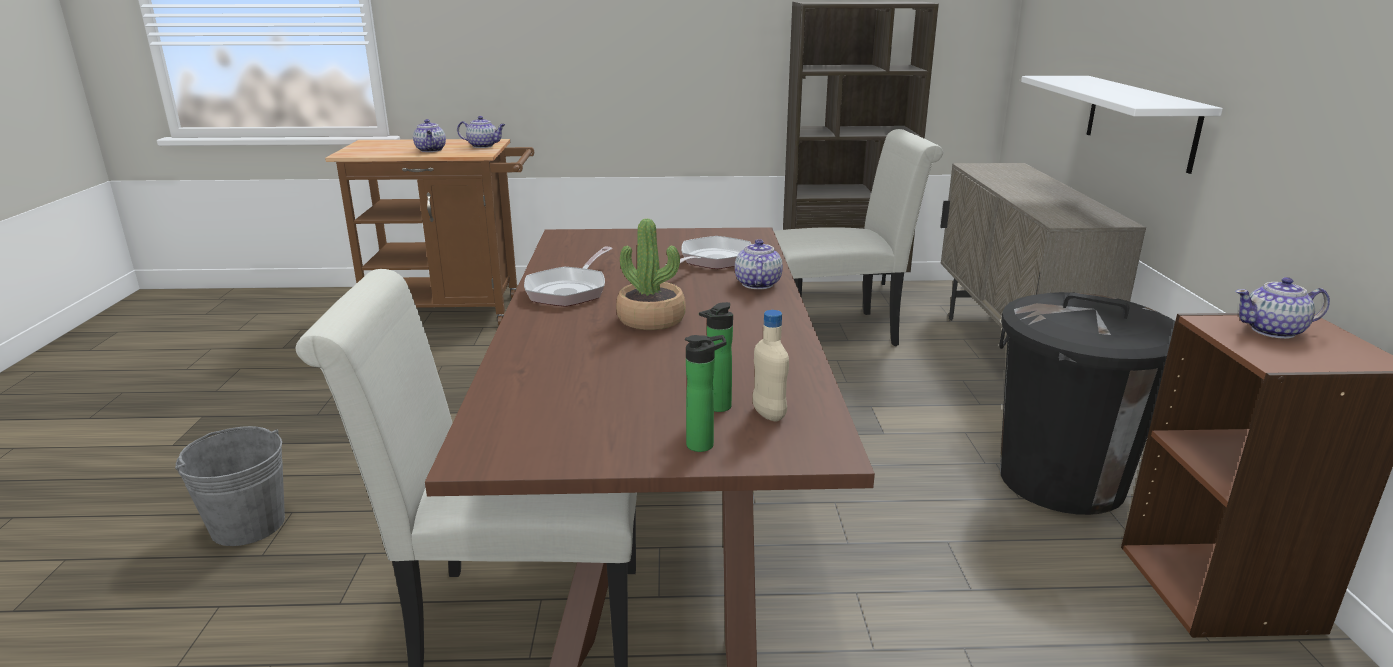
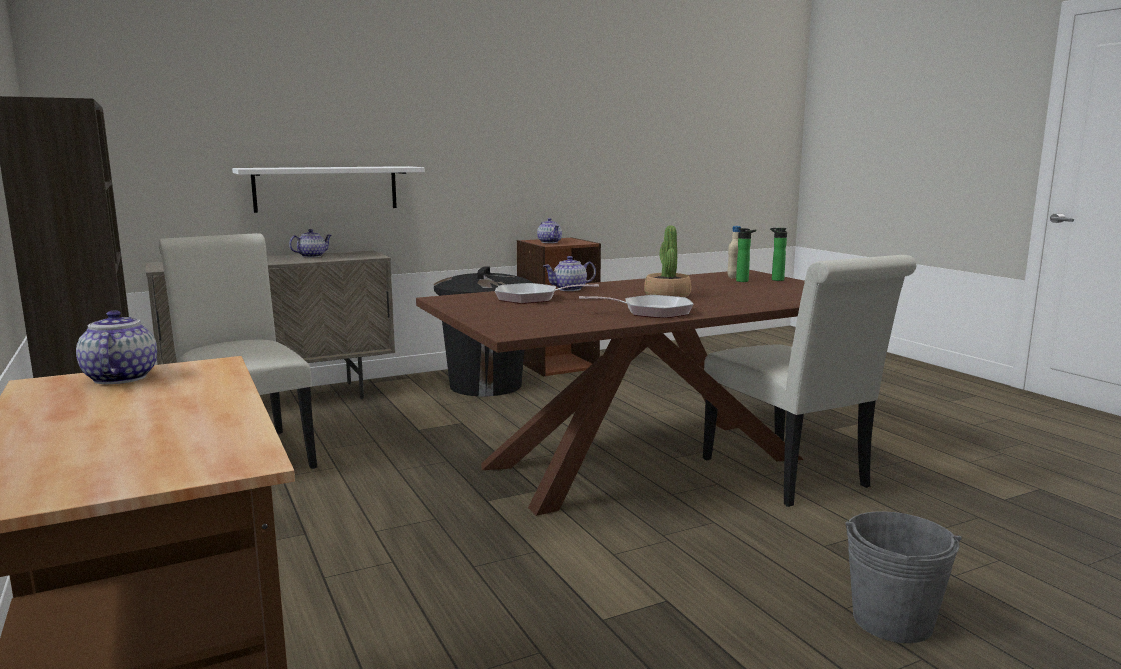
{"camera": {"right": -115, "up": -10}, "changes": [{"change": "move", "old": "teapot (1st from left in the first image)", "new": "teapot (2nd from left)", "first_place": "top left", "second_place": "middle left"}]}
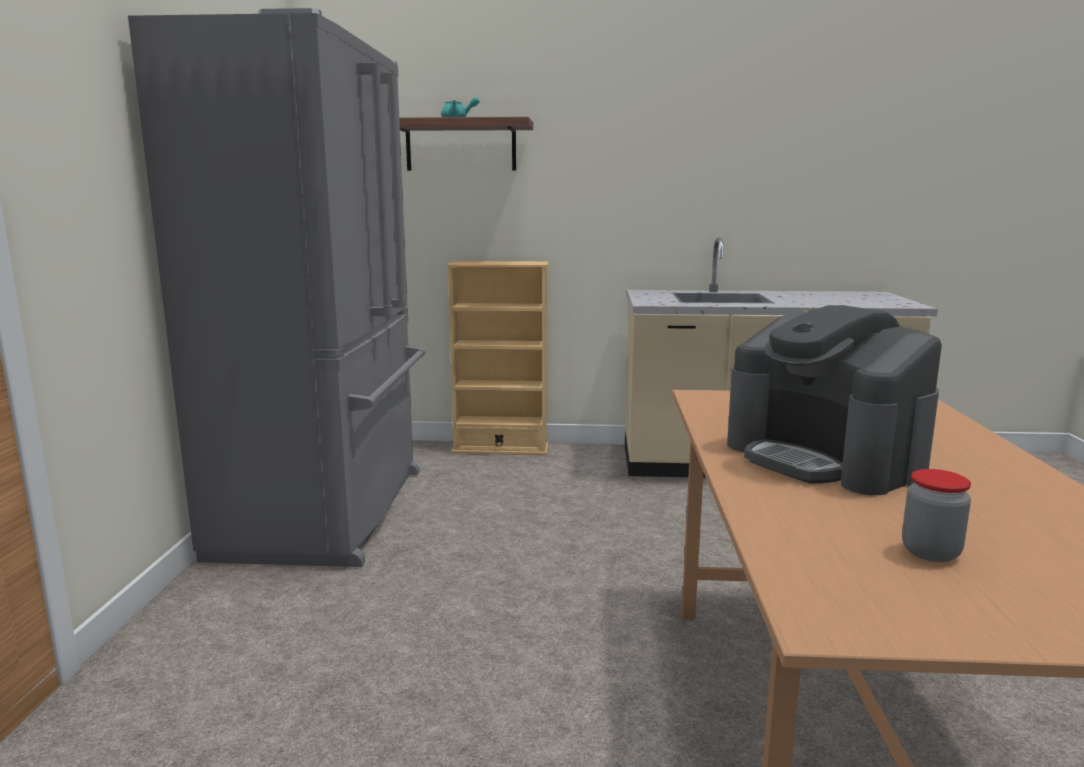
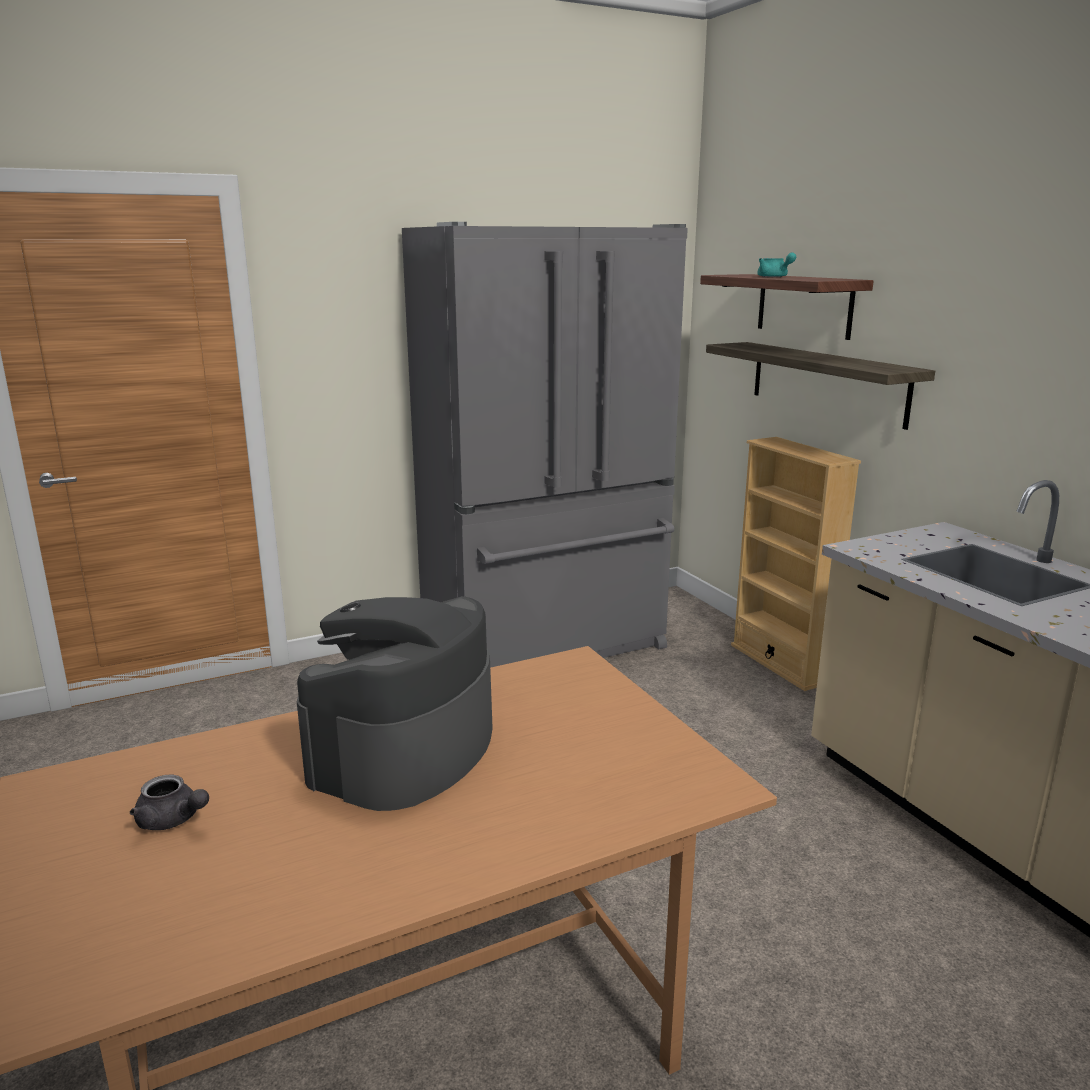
{"camera": {"right": 60, "up": 5}, "changes": [{"change": "insert", "new": "shelf (2nd from left)", "second_place": "middle right"}, {"change": "replace", "old": "jar", "new": "teapot (grey)", "first_place": "bottom right", "second_place": "bottom left"}]}
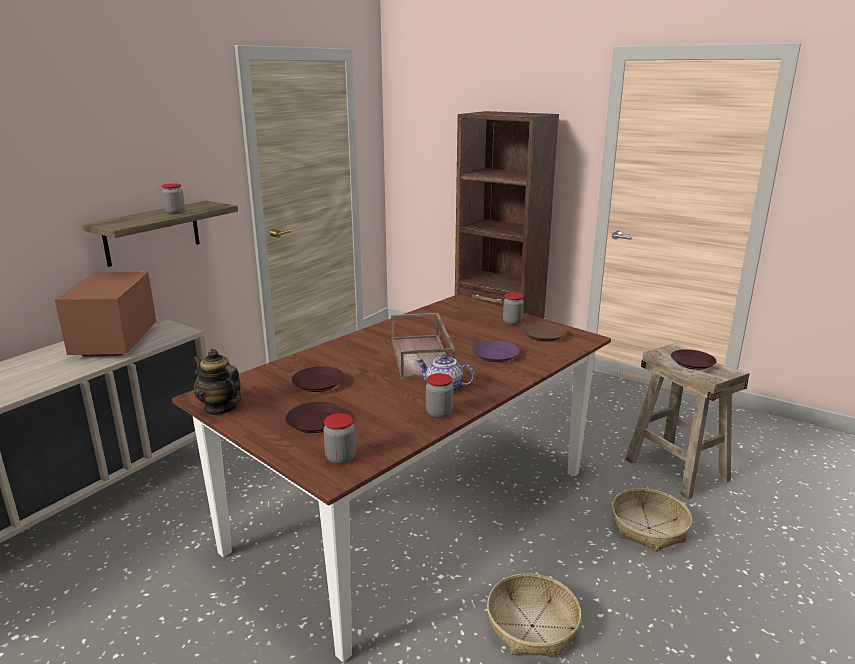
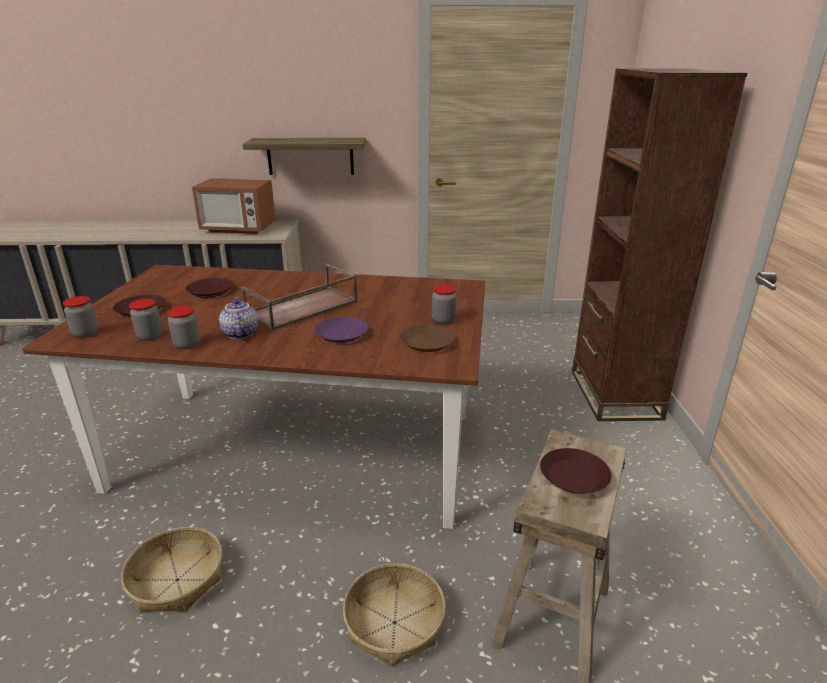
{"camera": {"right": 55, "up": 5}, "changes": [{"change": "delete", "old": "teapot (1st from left)", "first_place": "middle left"}, {"change": "move", "old": "jar (1st from left in the first image)", "new": "jar (2nd from left)", "first_place": "top left", "second_place": "middle left"}, {"change": "rotate", "old": "microwave", "first_place": "middle left", "second_place": "top left", "degrees": -135}]}
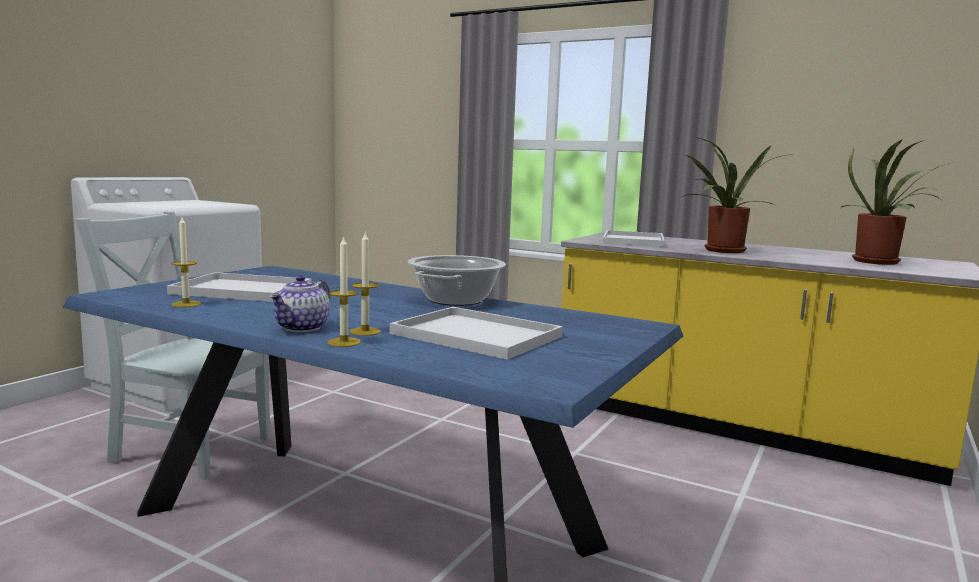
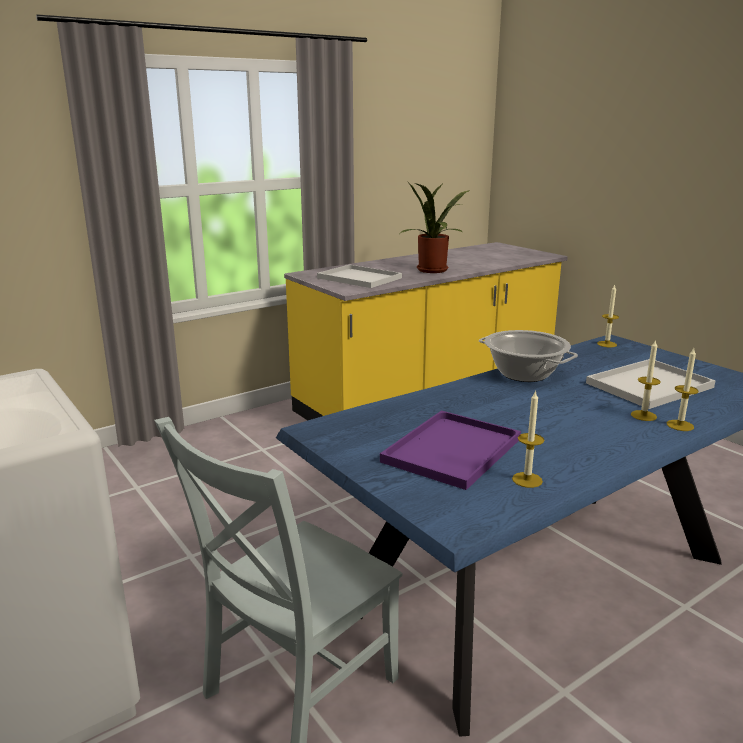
{"camera": {"right": -65, "up": 10}, "changes": [{"change": "delete", "old": "teapot", "first_place": "middle left"}, {"change": "delete", "old": "potted plant (2nd from left)", "first_place": "middle right"}, {"change": "insert", "new": "candle (2nd from left)", "second_place": "middle right"}, {"change": "recolor", "old": "tray (white) (1st from left)", "new": "tray (purple)", "first_place": "middle left", "second_place": "centre"}]}
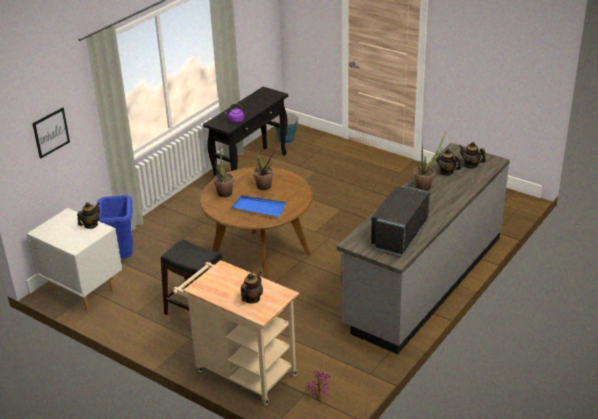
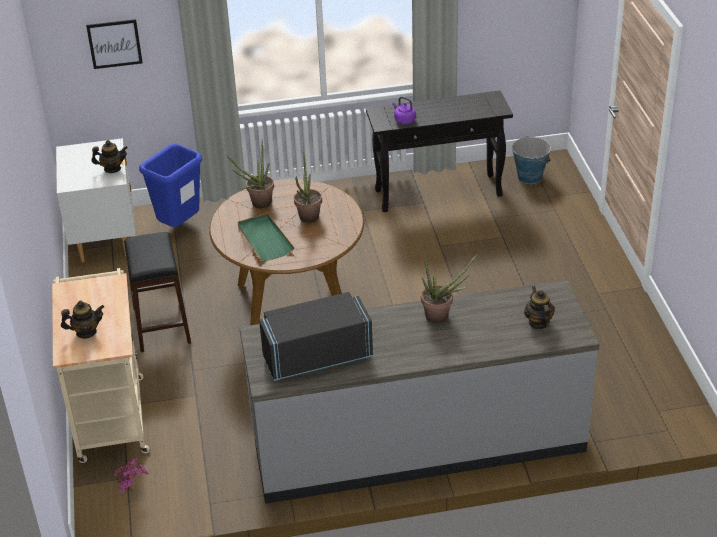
{"camera": {"right": 45, "up": 5}, "changes": [{"change": "delete", "old": "teapot (3rd from left)", "first_place": "middle right"}, {"change": "recolor", "old": "tray (blue)", "new": "tray (green)", "first_place": "centre", "second_place": "centre"}]}
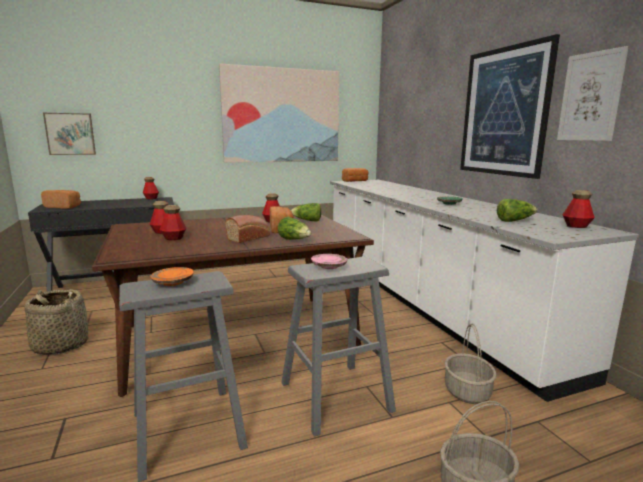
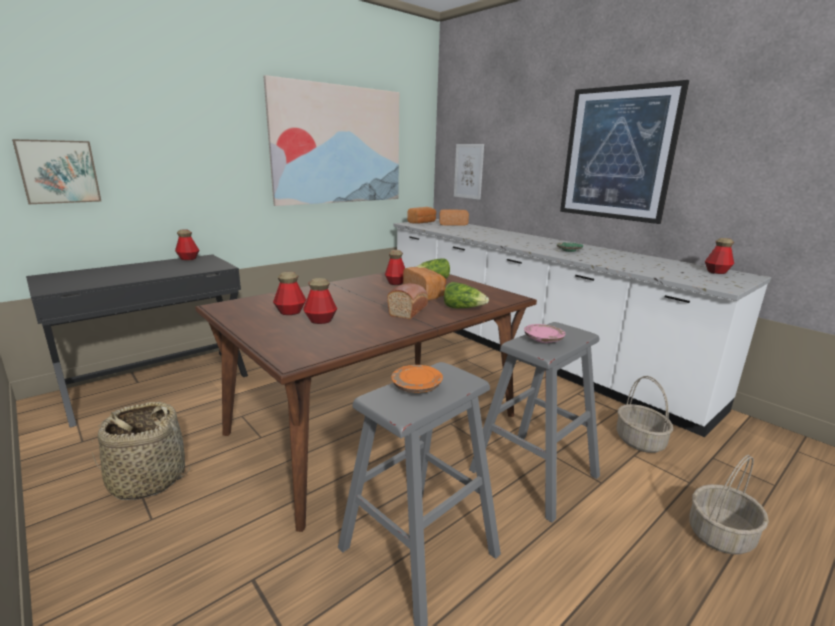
{"camera": {"right": -20, "up": 5}, "changes": [{"change": "delete", "old": "lettuce (3rd from left)", "first_place": "middle right"}, {"change": "move", "old": "bread (1st from left in the first image)", "new": "bread (4th from left)", "first_place": "middle left", "second_place": "centre"}, {"change": "move", "old": "picture (4th from left in the first image)", "new": "picture (3rd from left)", "first_place": "top right", "second_place": "top centre"}]}
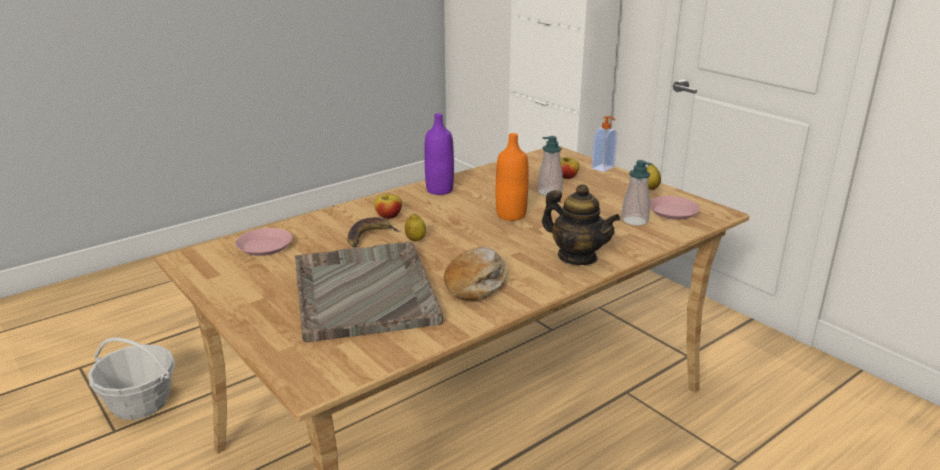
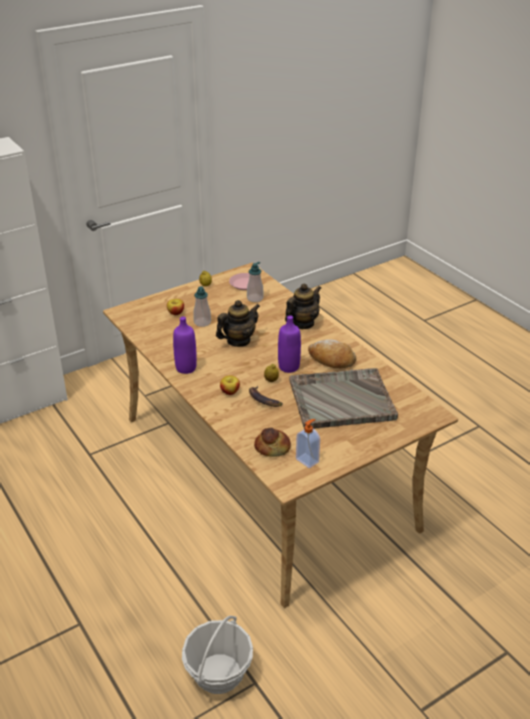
{"camera": {"right": -85, "up": 10}, "changes": [{"change": "insert", "new": "bottle (purple) (2nd from left)", "second_place": "centre"}, {"change": "move", "old": "soap dispenser (2nd from left in the first image)", "new": "soap dispenser (3rd from left)", "first_place": "top centre", "second_place": "centre"}, {"change": "replace", "old": "plate (pink) (1st from left)", "new": "bread (1st from left)", "first_place": "middle left", "second_place": "centre"}, {"change": "replace", "old": "bottle (orange)", "new": "teapot (1st from left)", "first_place": "centre", "second_place": "centre"}]}
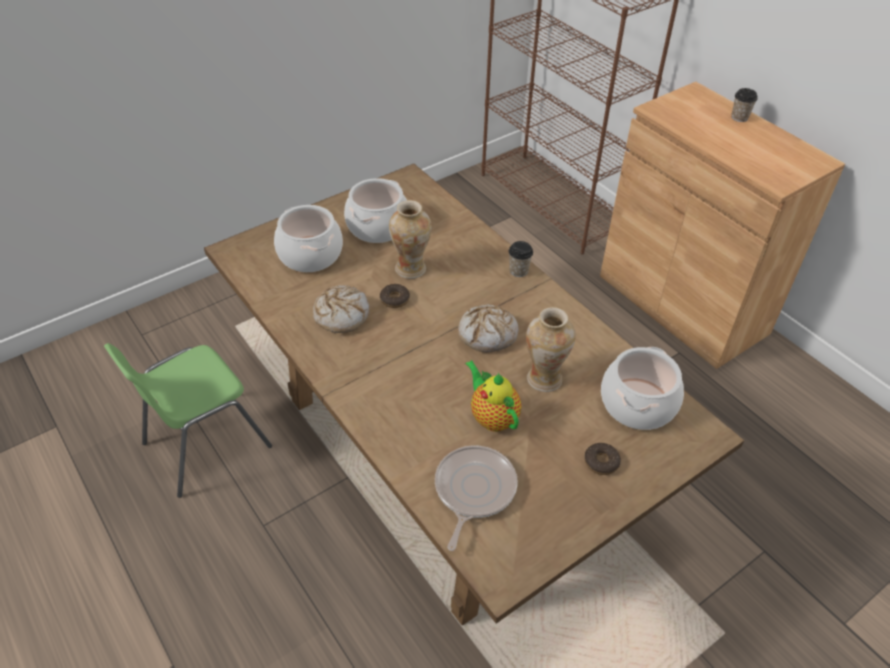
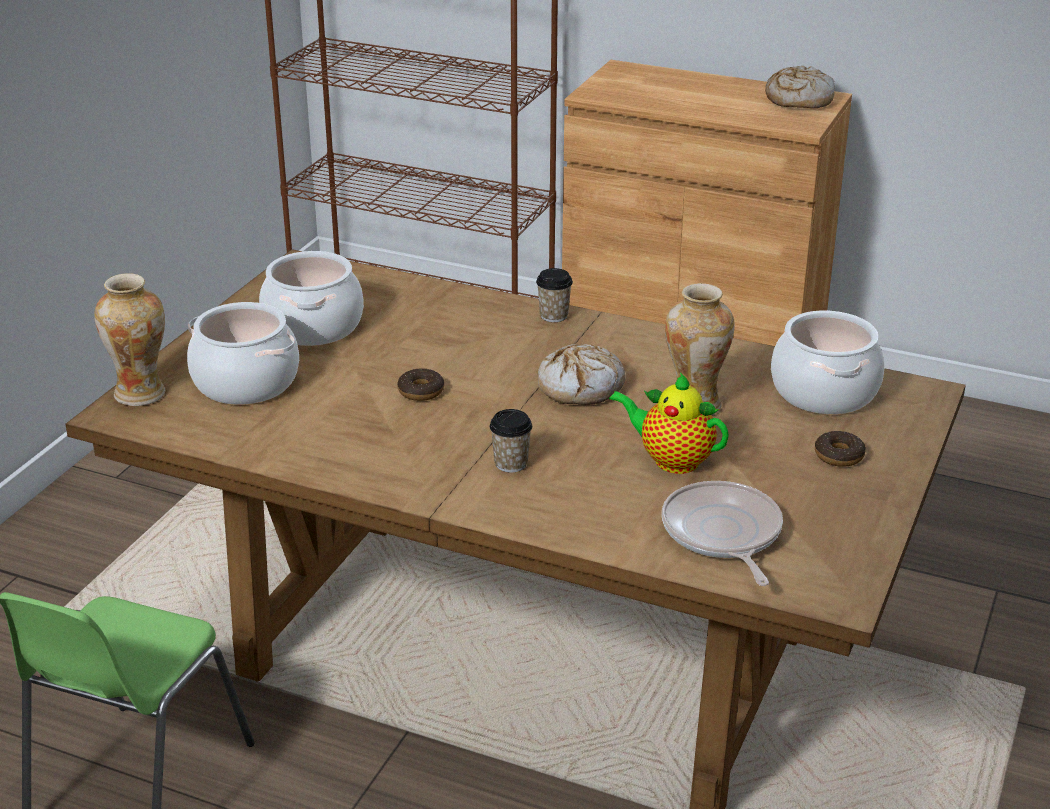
{"camera": {"right": -30, "up": -15}, "changes": [{"change": "move", "old": "bread (1st from left in the first image)", "new": "bread (2nd from left)", "first_place": "centre", "second_place": "top right"}, {"change": "move", "old": "vase (1st from left)", "first_place": "centre", "second_place": "middle left"}, {"change": "move", "old": "cup (2nd from left in the first image)", "new": "cup (1st from left)", "first_place": "top right", "second_place": "centre"}]}
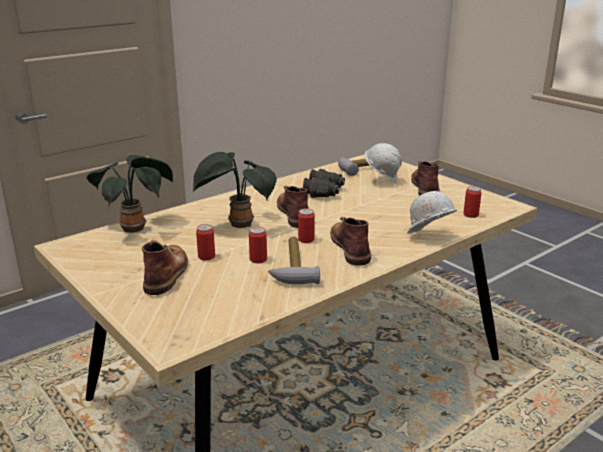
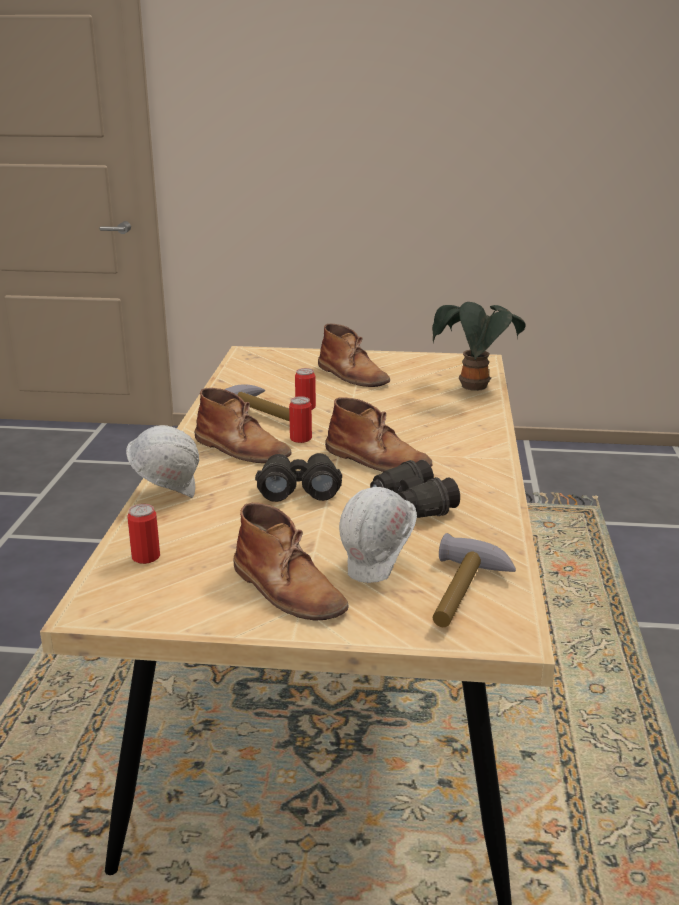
{"camera": {"right": 135, "up": 0}, "changes": [{"change": "delete", "old": "potted plant (2nd from left)", "first_place": "centre"}, {"change": "delete", "old": "can (1st from left)", "first_place": "centre"}, {"change": "insert", "new": "binoculars (black) (1st from left)", "second_place": "centre"}]}
